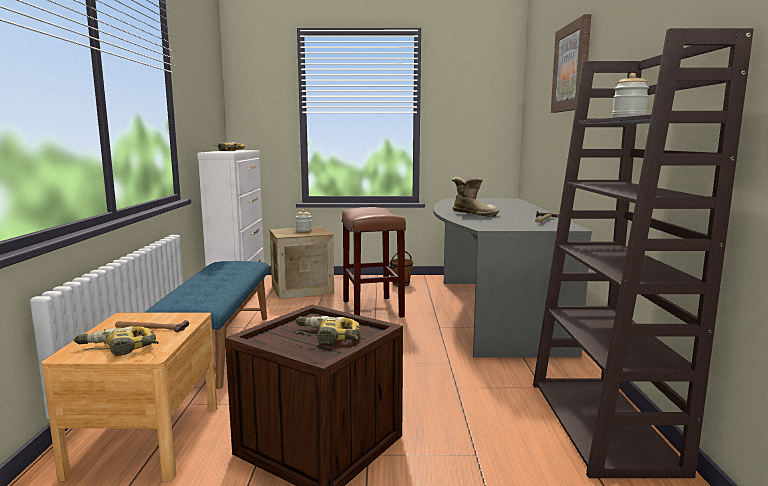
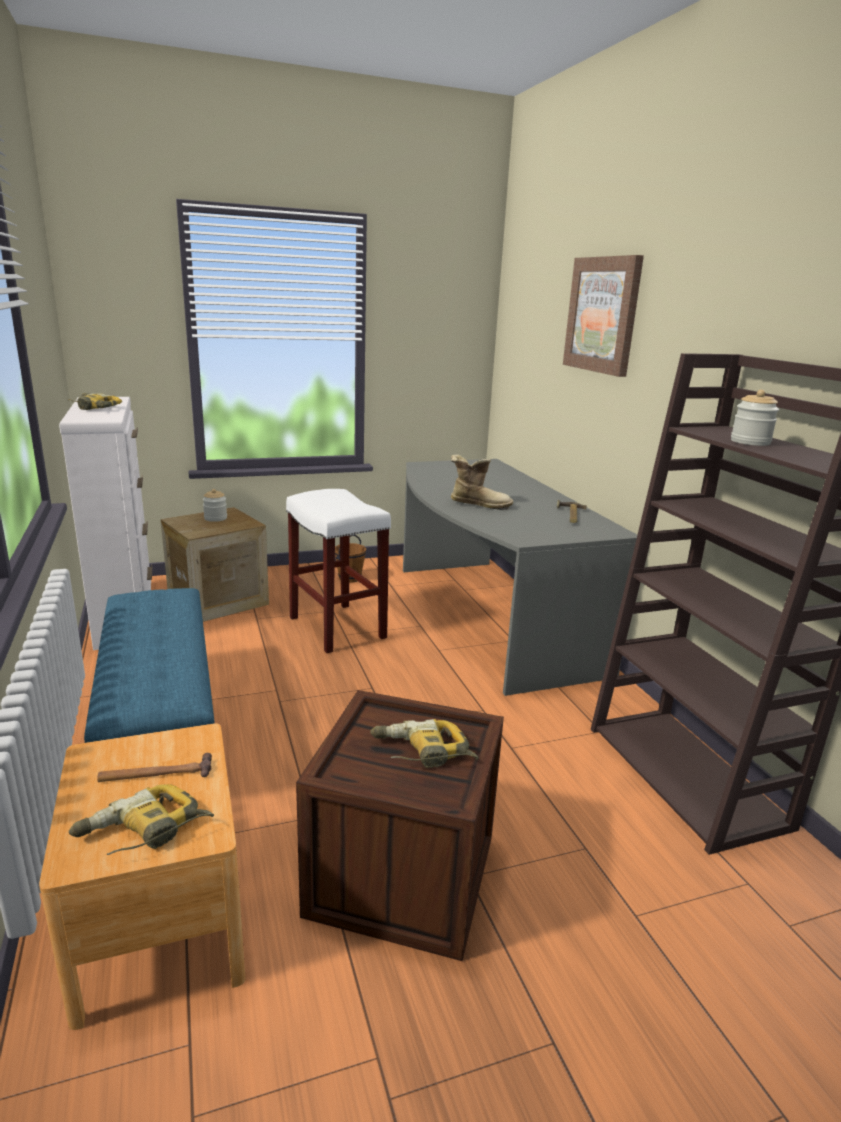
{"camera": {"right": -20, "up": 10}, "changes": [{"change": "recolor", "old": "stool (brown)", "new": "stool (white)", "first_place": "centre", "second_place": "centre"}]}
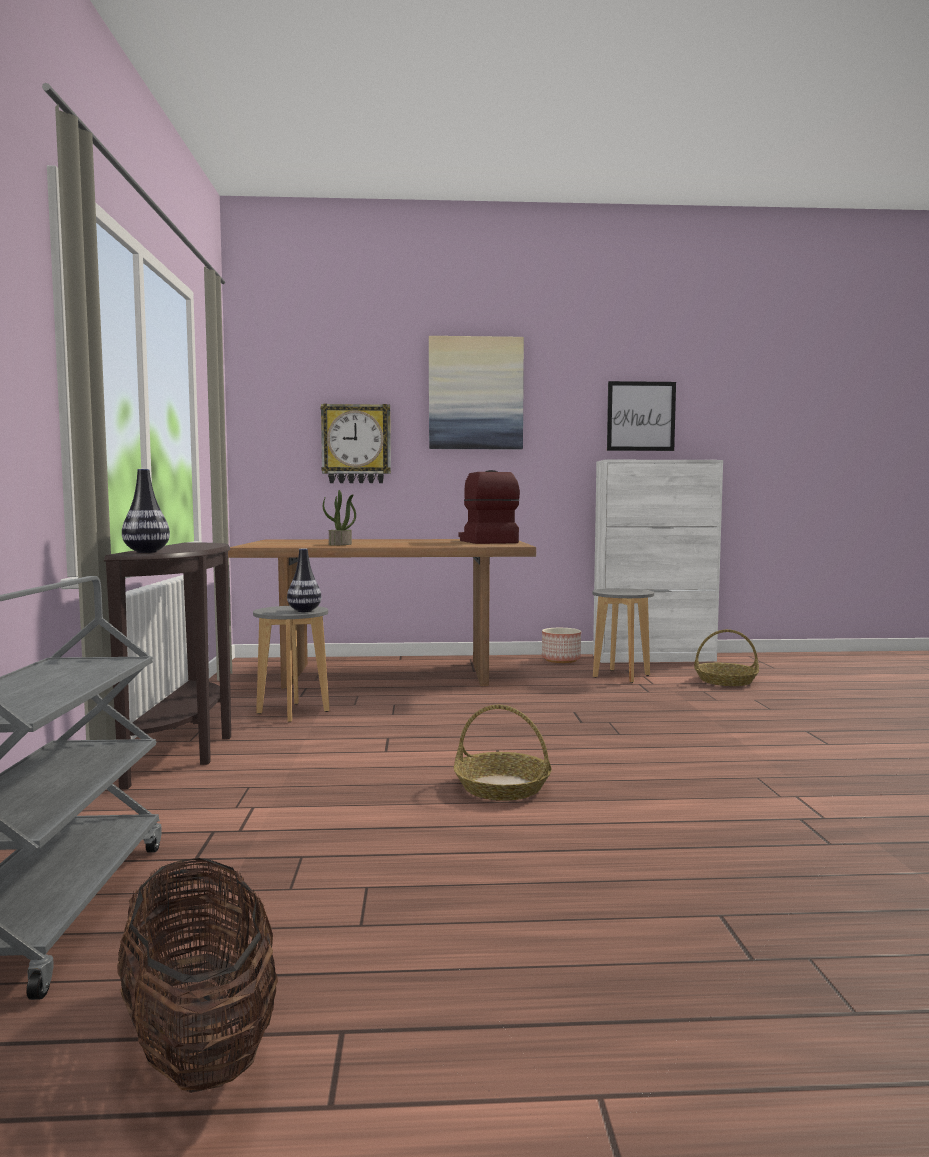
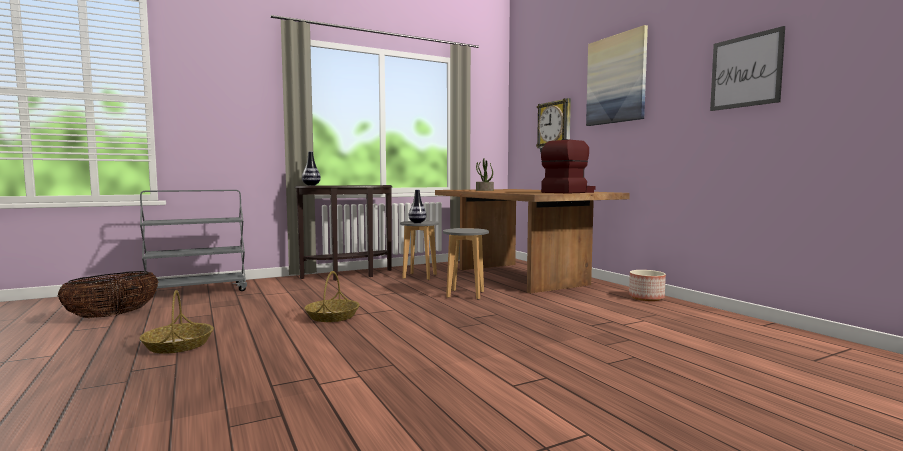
{"camera": {"right": 65, "up": 0}, "changes": [{"change": "delete", "old": "cabinet (white)", "first_place": "middle right"}, {"change": "move", "old": "stool (grey) (2nd from left)", "first_place": "middle right", "second_place": "centre"}, {"change": "move", "old": "basket (3rd from left in the first image)", "new": "basket (2nd from left)", "first_place": "middle right", "second_place": "bottom left"}]}
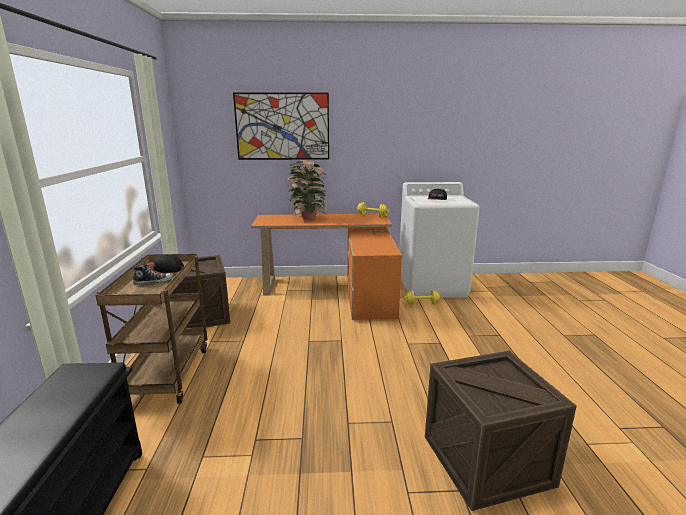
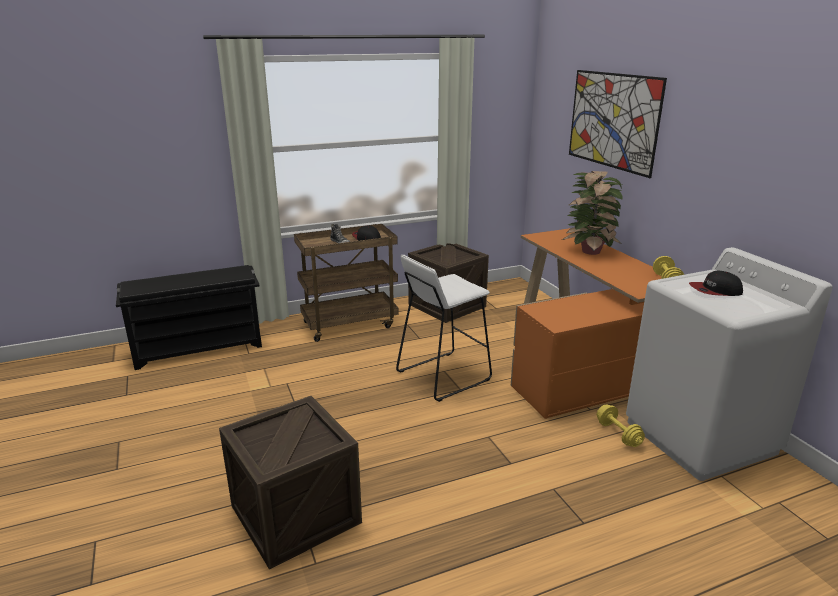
{"camera": {"right": 70, "up": 5}, "changes": [{"change": "insert", "new": "stool (white)", "second_place": "centre"}]}
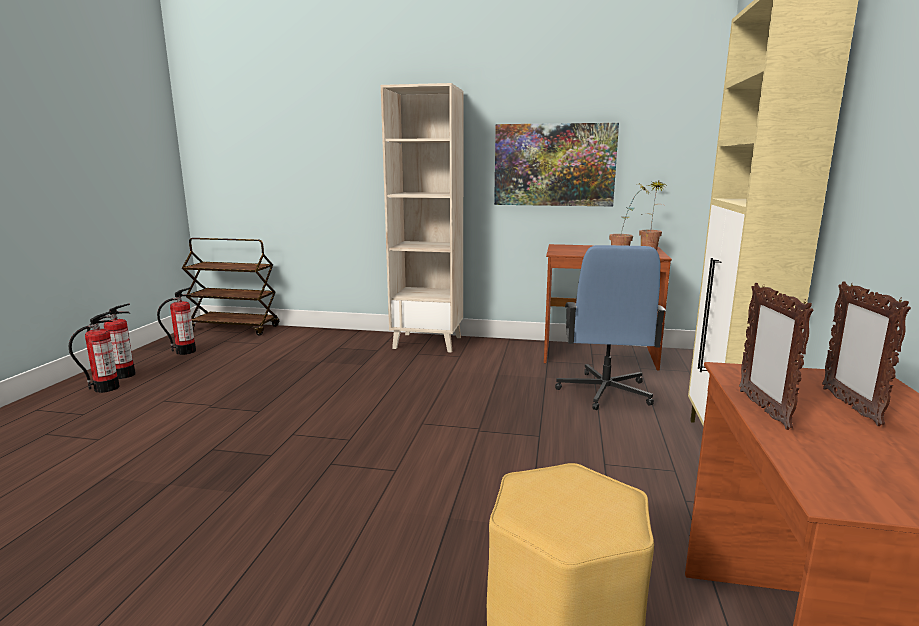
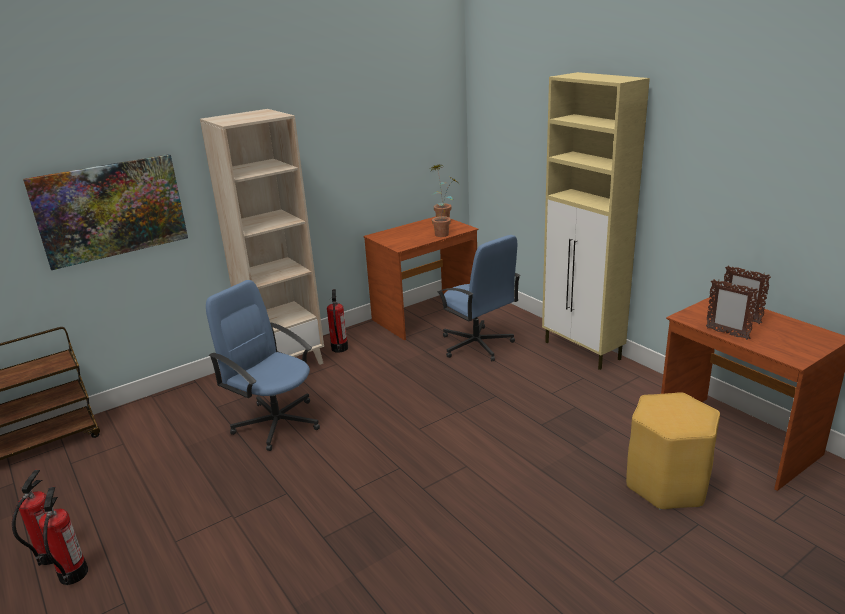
{"camera": {"right": -45, "up": 10}, "changes": [{"change": "insert", "new": "office chair (blue) (1st from left)", "second_place": "middle left"}, {"change": "move", "old": "fire extinguisher (3rd from left)", "first_place": "middle left", "second_place": "centre"}, {"change": "move", "old": "picture", "first_place": "top centre", "second_place": "middle left"}]}
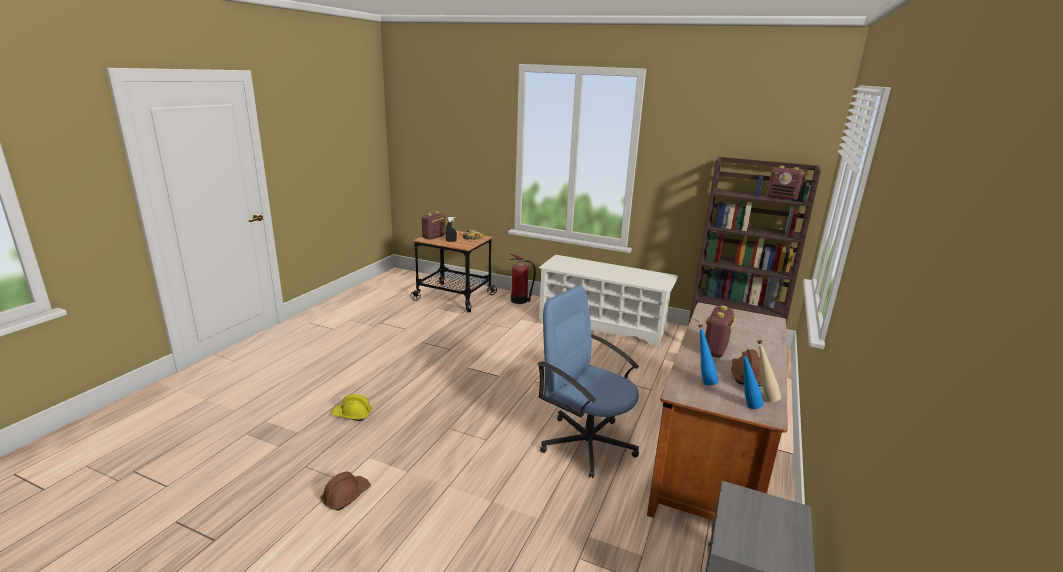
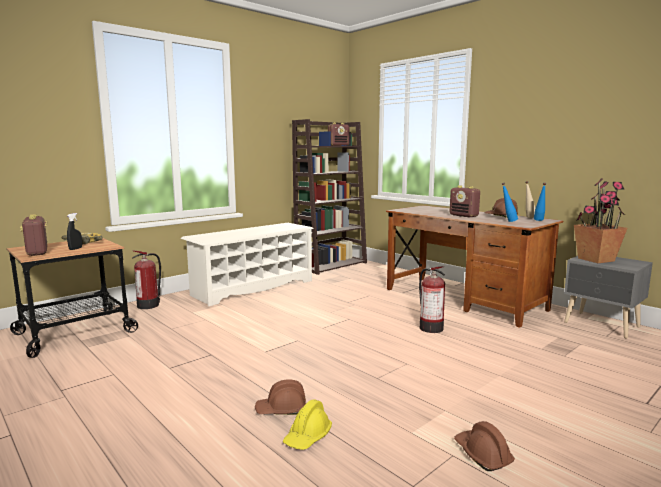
{"camera": {"right": -65, "up": -10}, "changes": [{"change": "insert", "new": "hard hat (brown) (1st from left)", "second_place": "bottom centre"}, {"change": "insert", "new": "potted plant", "second_place": "middle right"}, {"change": "replace", "old": "office chair (blue)", "new": "fire extinguisher (2nd from left)", "first_place": "centre", "second_place": "centre"}]}
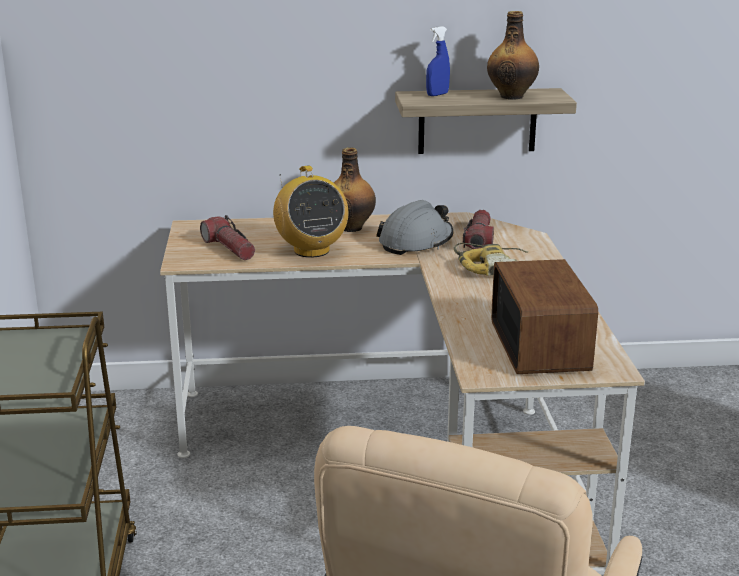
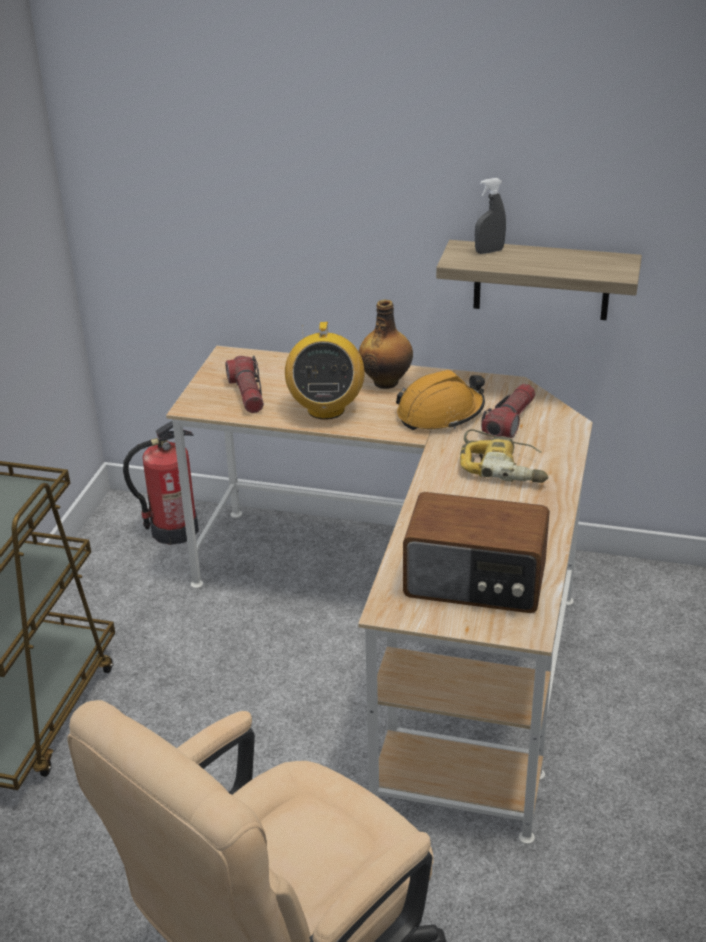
{"camera": {"right": 20, "up": 10}, "changes": [{"change": "delete", "old": "bottle (2nd from left)", "first_place": "top right"}, {"change": "insert", "new": "fire extinguisher", "second_place": "middle left"}, {"change": "recolor", "old": "hard hat (grey)", "new": "hard hat (orange)", "first_place": "centre", "second_place": "centre"}, {"change": "recolor", "old": "spray bottle (blue)", "new": "spray bottle (grey)", "first_place": "top centre", "second_place": "top right"}, {"change": "rotate", "old": "radio (2nd from left)", "first_place": "middle right", "second_place": "middle right", "degrees": 90}]}
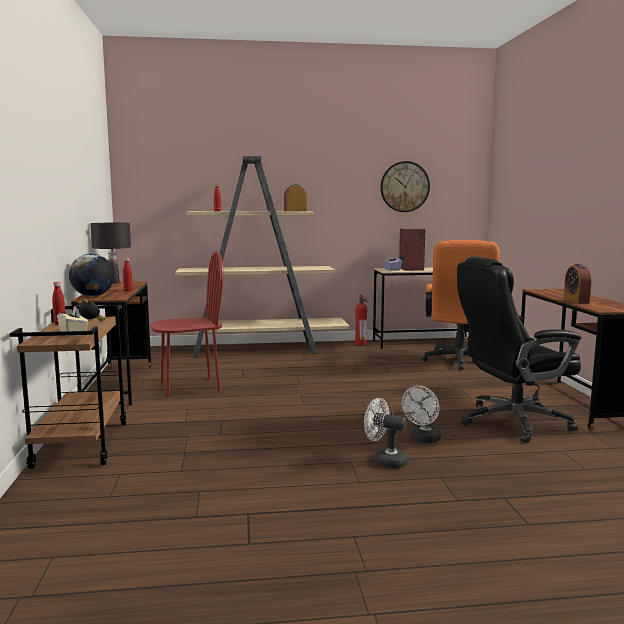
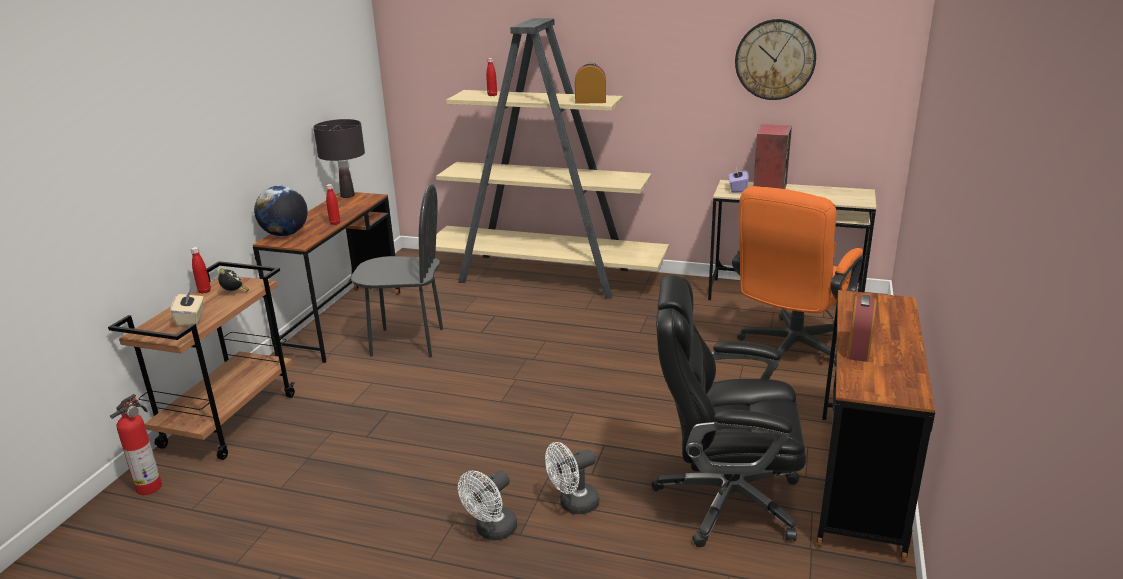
{"camera": {"right": 25, "up": 15}, "changes": [{"change": "move", "old": "fire extinguisher", "first_place": "centre", "second_place": "bottom left"}, {"change": "recolor", "old": "chair (red)", "new": "chair (black)", "first_place": "middle left", "second_place": "centre"}, {"change": "rotate", "old": "fan (white) (1st from left)", "first_place": "bottom centre", "second_place": "bottom centre", "degrees": -105}]}
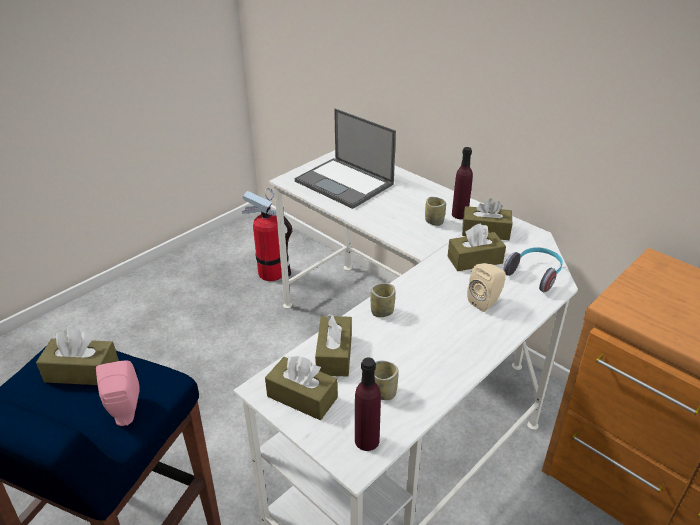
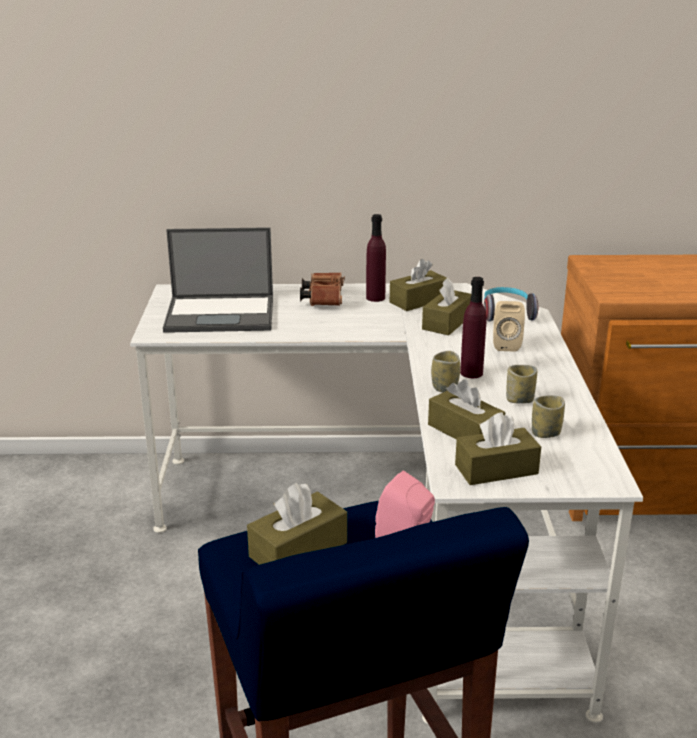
{"camera": {"right": -45, "up": -10}, "changes": [{"change": "delete", "old": "fire extinguisher", "first_place": "centre"}, {"change": "insert", "new": "binoculars (brown)", "second_place": "centre"}, {"change": "move", "old": "bottle (purple) (1st from left in the first image)", "new": "bottle (purple) (2nd from left)", "first_place": "bottom centre", "second_place": "middle right"}, {"change": "move", "old": "cup (3rd from left in the first image)", "new": "cup (2nd from left)", "first_place": "centre", "second_place": "middle right"}]}
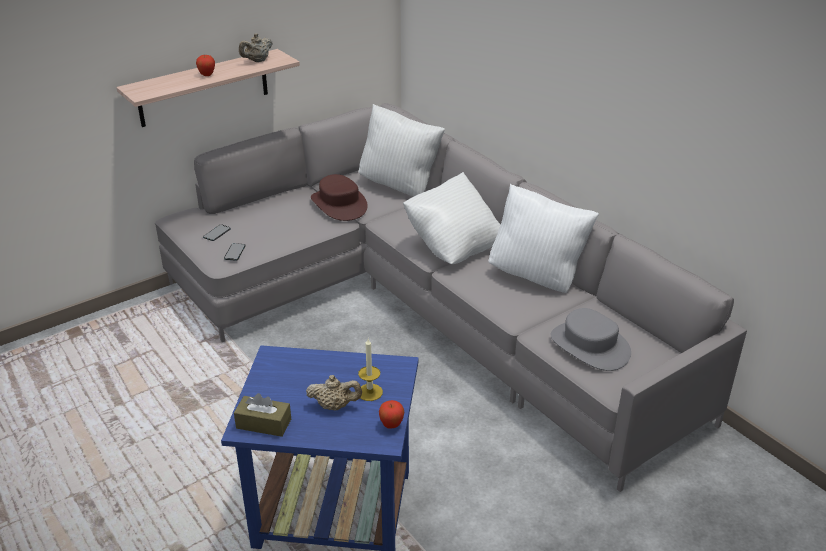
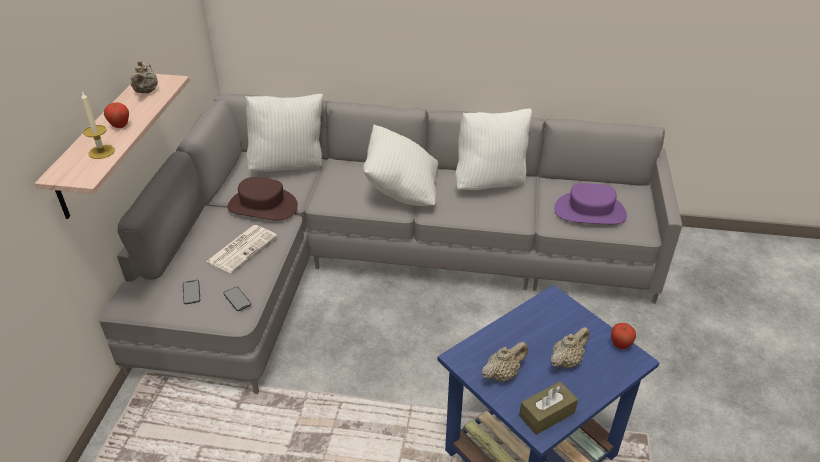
{"camera": {"right": -45, "up": 5}, "changes": [{"change": "insert", "new": "newspaper", "second_place": "middle left"}, {"change": "insert", "new": "teapot (beige) (2nd from left)", "second_place": "bottom centre"}, {"change": "move", "old": "candle", "first_place": "bottom centre", "second_place": "top left"}, {"change": "recolor", "old": "hat (grey)", "new": "hat (purple)", "first_place": "middle right", "second_place": "middle right"}]}
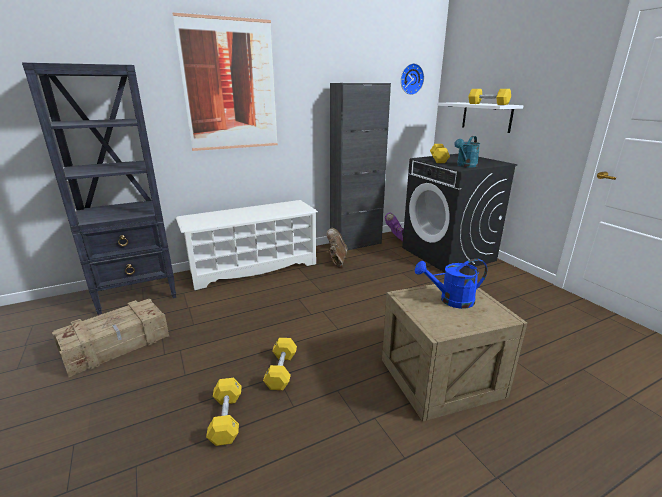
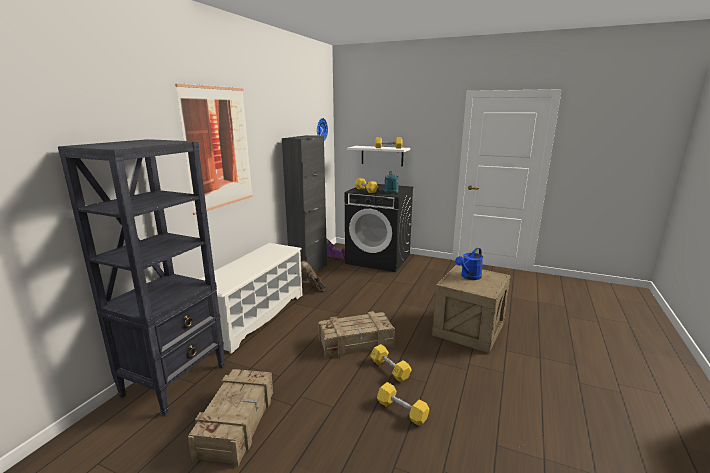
{"camera": {"right": -40, "up": -5}, "changes": [{"change": "insert", "new": "crate (2nd from left)", "second_place": "bottom centre"}]}
